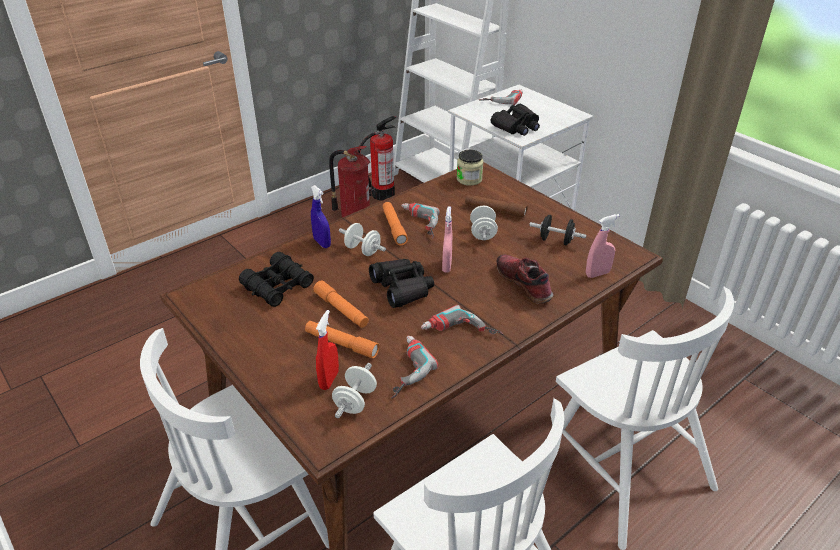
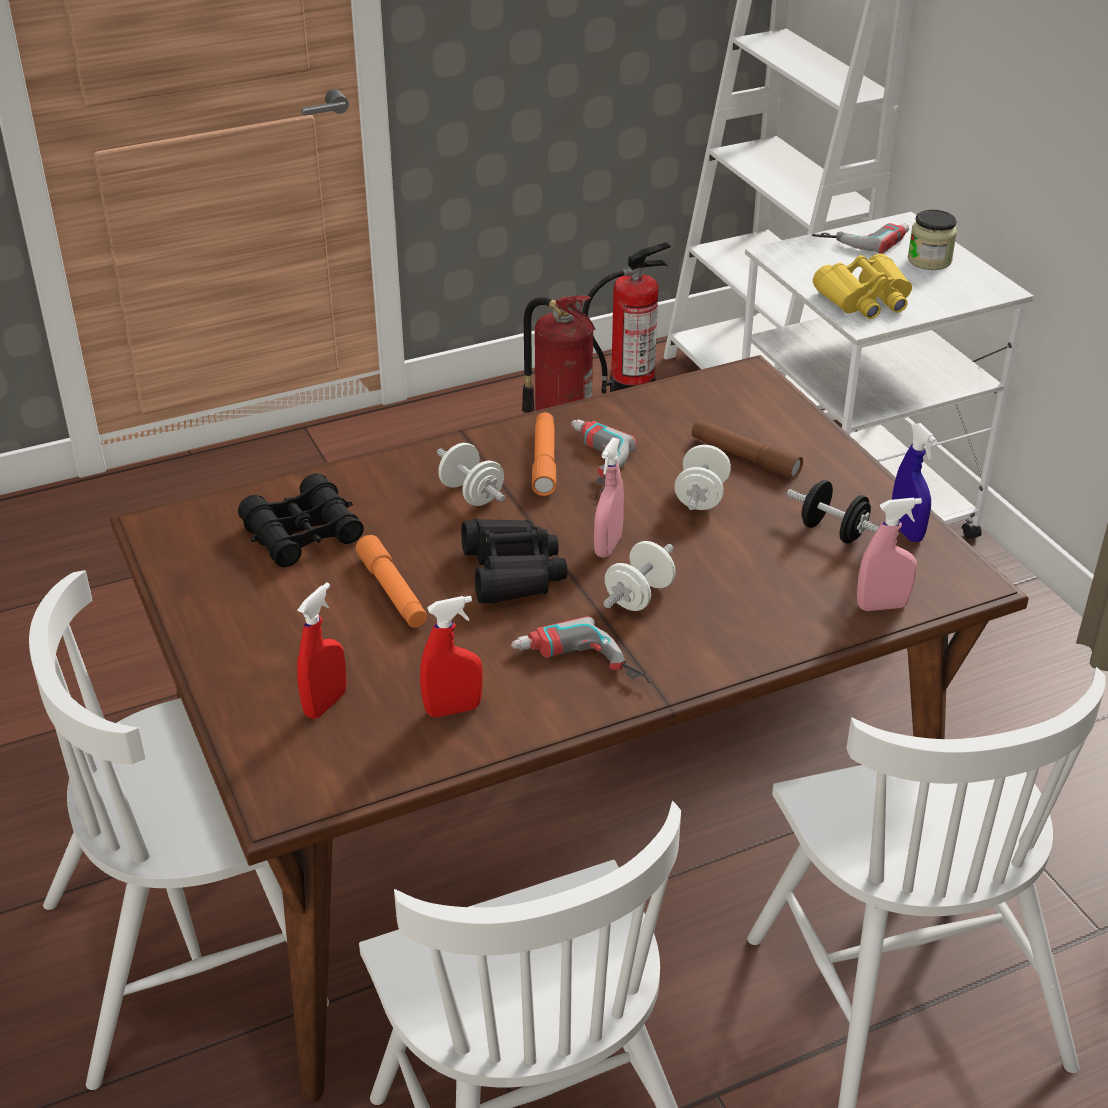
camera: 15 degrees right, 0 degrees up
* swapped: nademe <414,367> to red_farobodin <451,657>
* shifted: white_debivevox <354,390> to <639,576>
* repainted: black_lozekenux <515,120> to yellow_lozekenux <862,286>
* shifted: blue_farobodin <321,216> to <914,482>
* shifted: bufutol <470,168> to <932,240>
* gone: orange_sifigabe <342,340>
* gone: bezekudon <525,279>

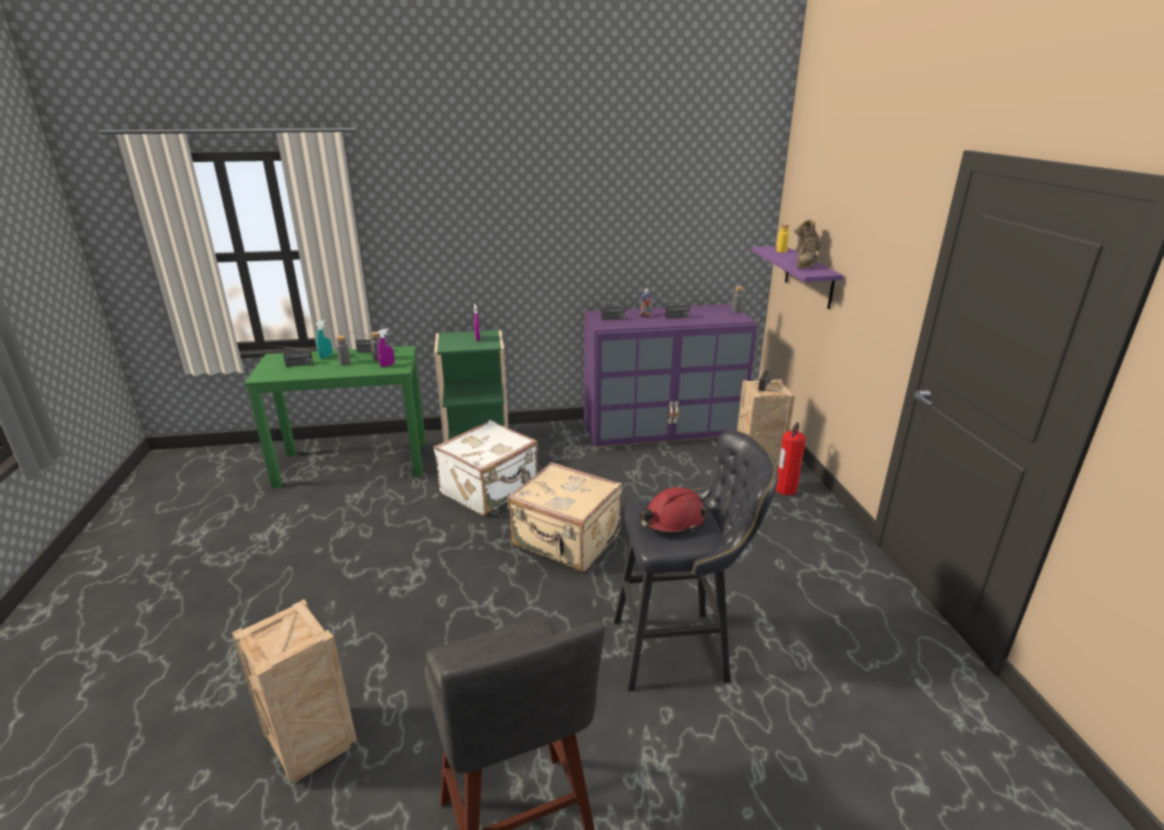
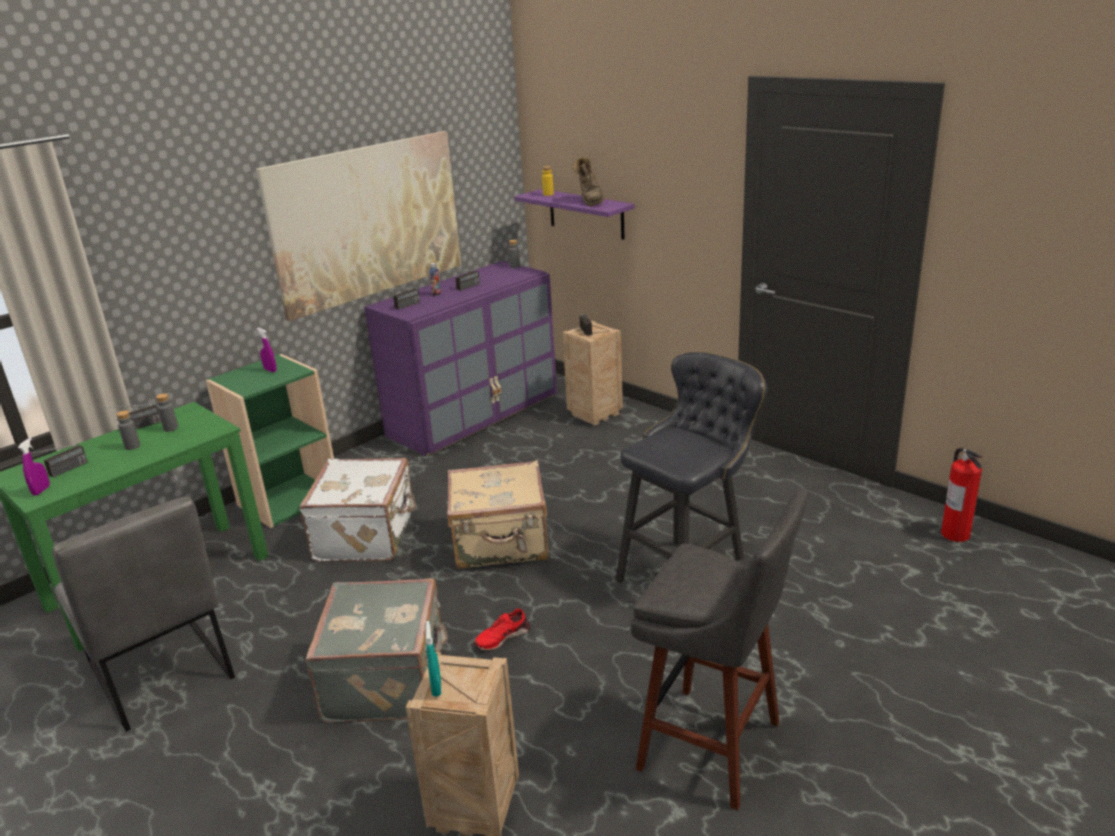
camera: 35 degrees left, 0 degrees up
* shifted: purple_farobodin <386,347> to <34,467>
* new: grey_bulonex <143,614>
* new: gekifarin <358,226>
* new: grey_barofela <376,650>
* shifted: turquoise_farobodin <324,339> to <433,658>
* new: red_bezekudon <502,629>
* shifted: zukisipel <791,459> to <961,494>
* gone: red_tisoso <673,510>

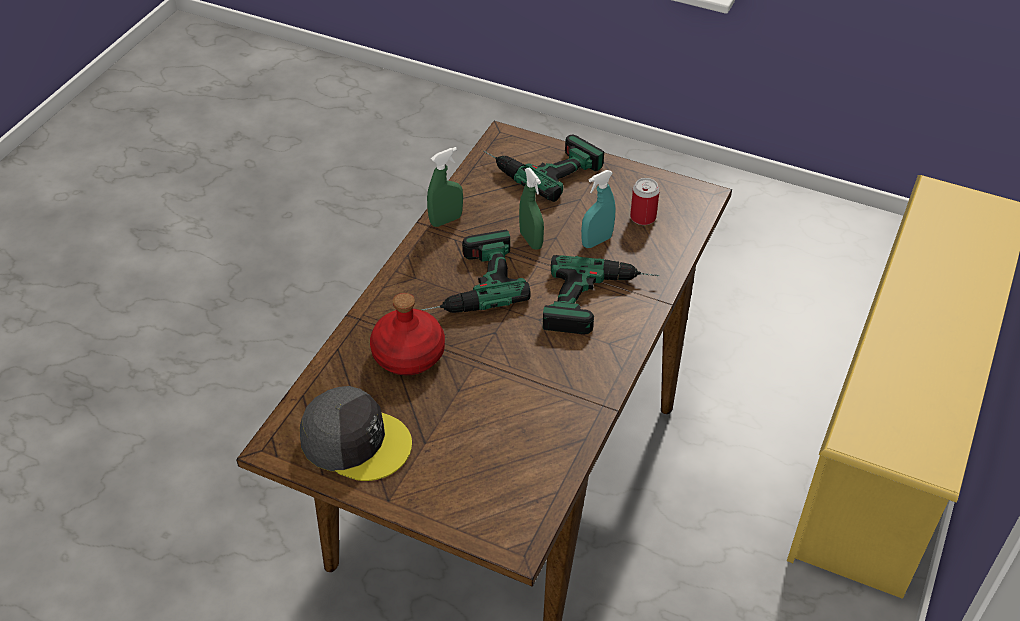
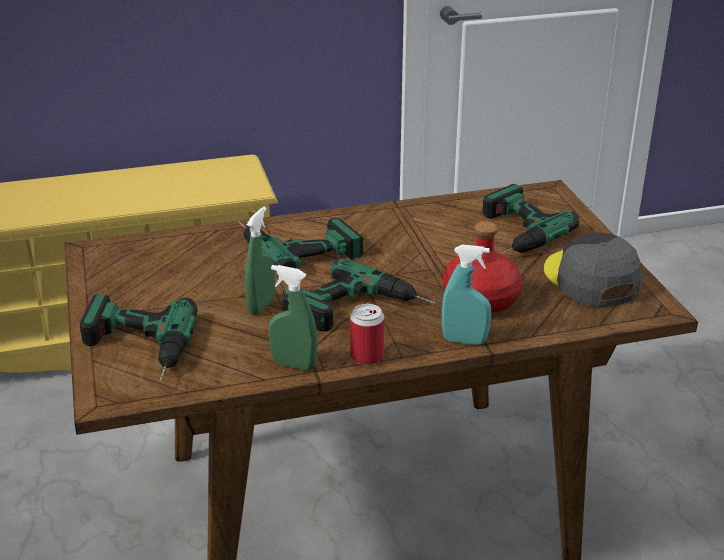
camera: 130 degrees left, 15 degrees down
* shifted: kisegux <645,201> to <367,334>
* shifted: turquoise_farobodin <598,209> to <466,294>
* new: nademe <530,219>

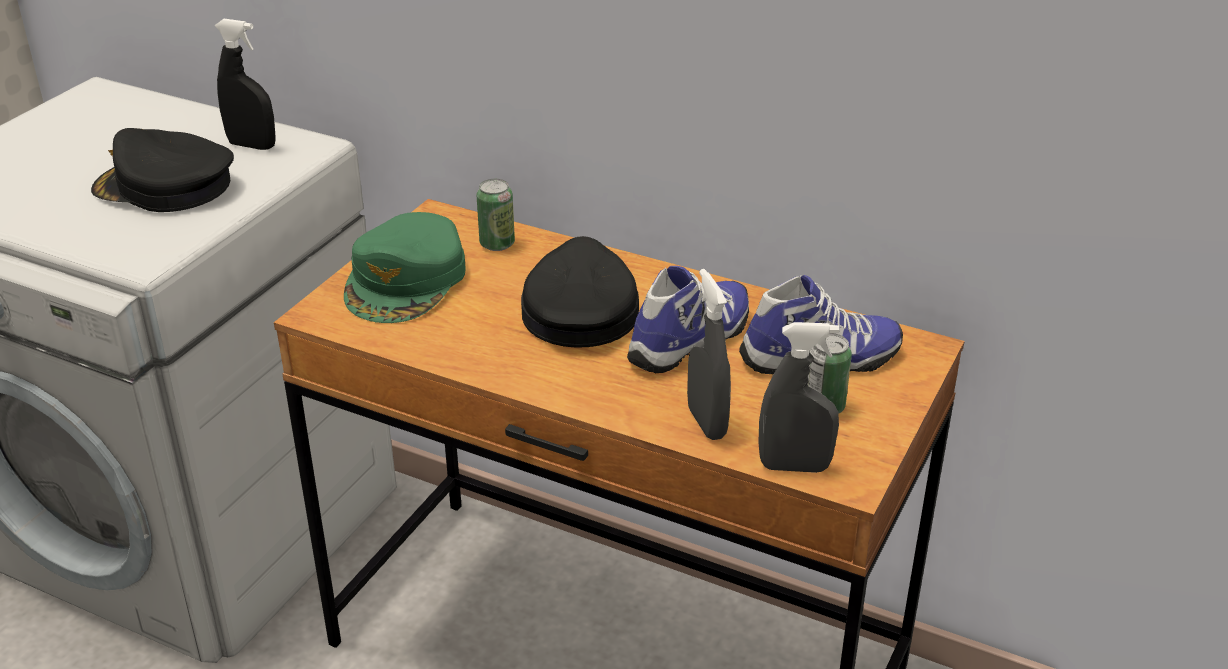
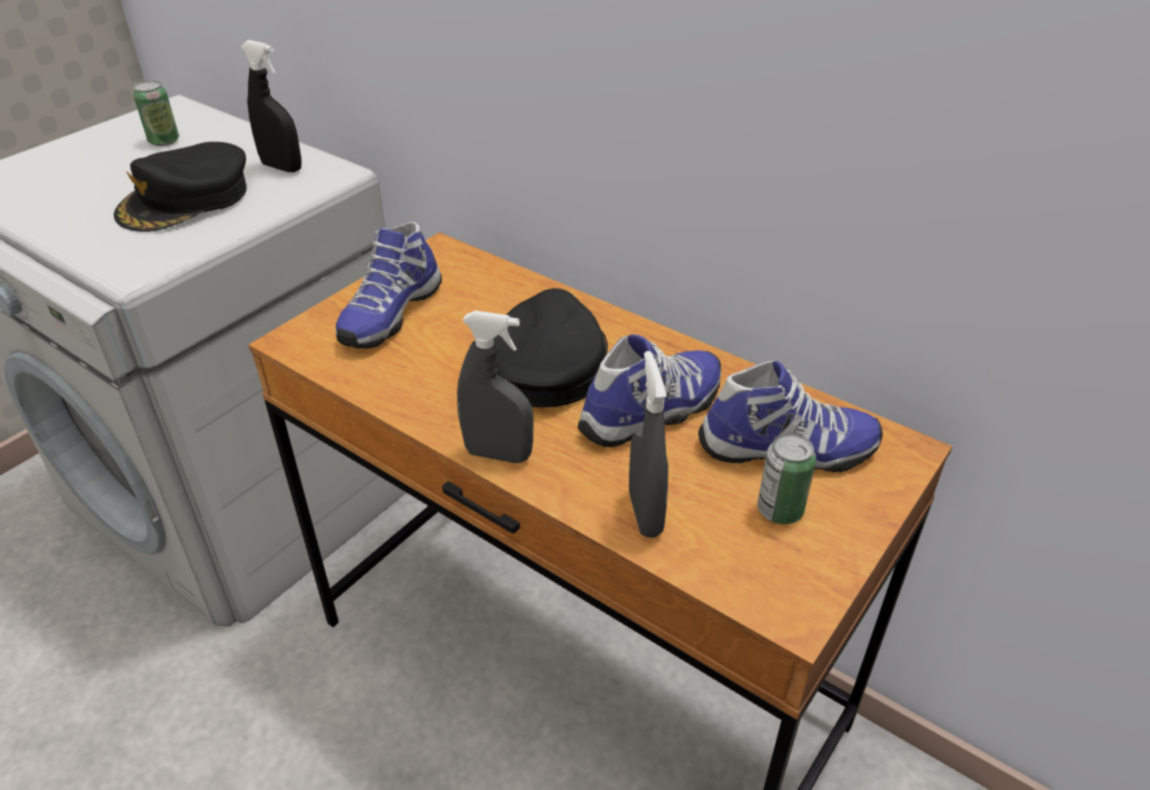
camera: 10 degrees right, 5 degrees up
* rotated: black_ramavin <162,170> = <180,187> 75 degrees counterclockwise
* shifted: kisegux <496,215> to <156,113>
* swapped: green_ramavin <405,267> to bezekudon <389,285>
* shifted: grey_farobodin <798,397> to <495,386>

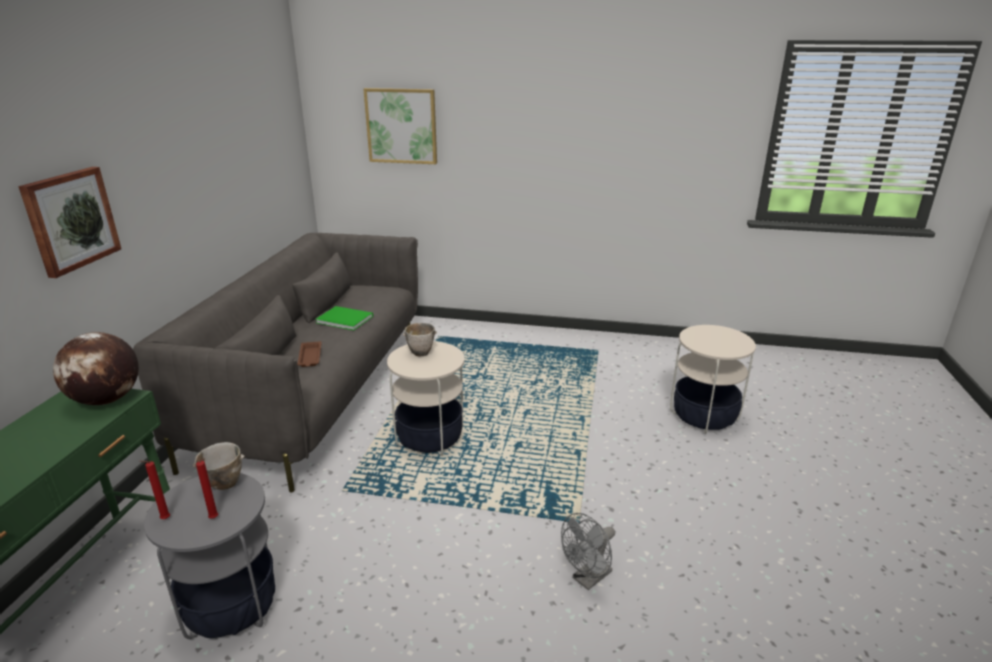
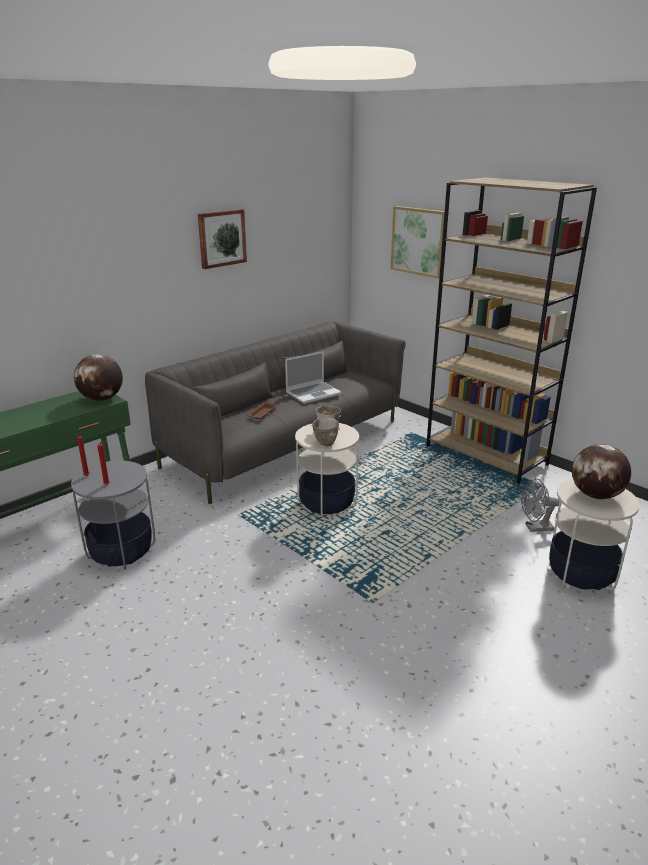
camera: 35 degrees right, 0 degrees up
* shifted: gekifarin <69,222> to <222,239>
* swapped: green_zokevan <344,318> to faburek <313,377>
* shifted: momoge <218,466> to <325,432>
* new: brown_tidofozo <511,330>
* shifted: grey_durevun <588,551> to <541,505>
* new: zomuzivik <601,471>

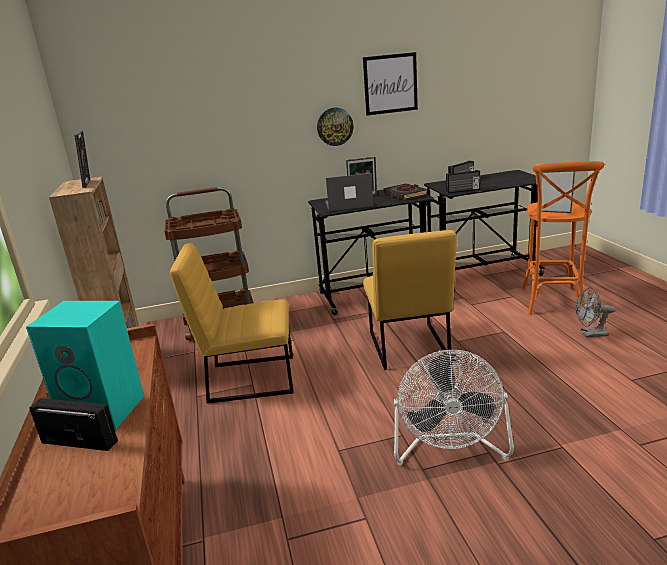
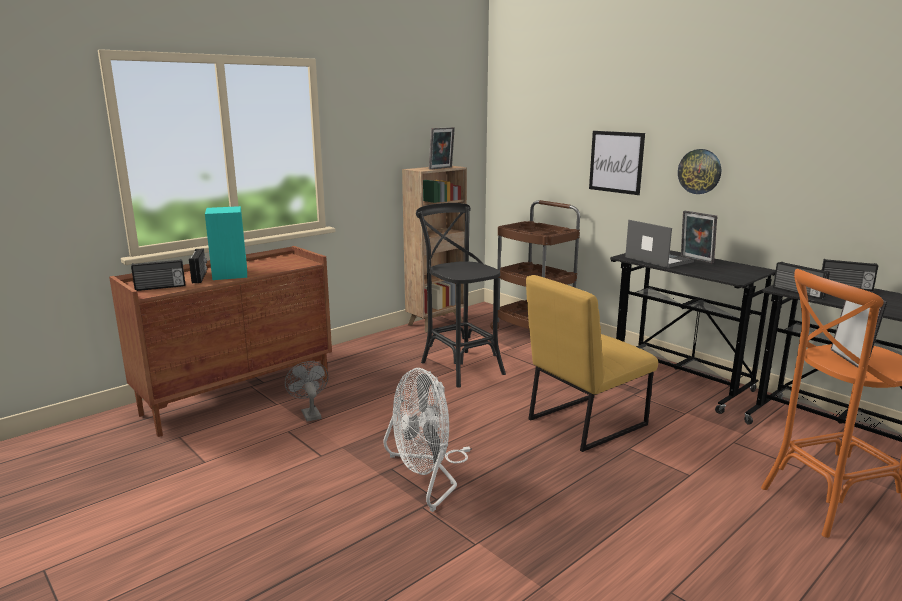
camera: 60 degrees right, 5 degrees down
* new: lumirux <158,275>
* shifted: grey_durevun <595,312> to <306,391>
* swapped: yellow_bulonex <232,323> to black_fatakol <461,295>
* shifted: gekifarin <390,84> to <617,163>
* gone: black_zokevan <405,191>

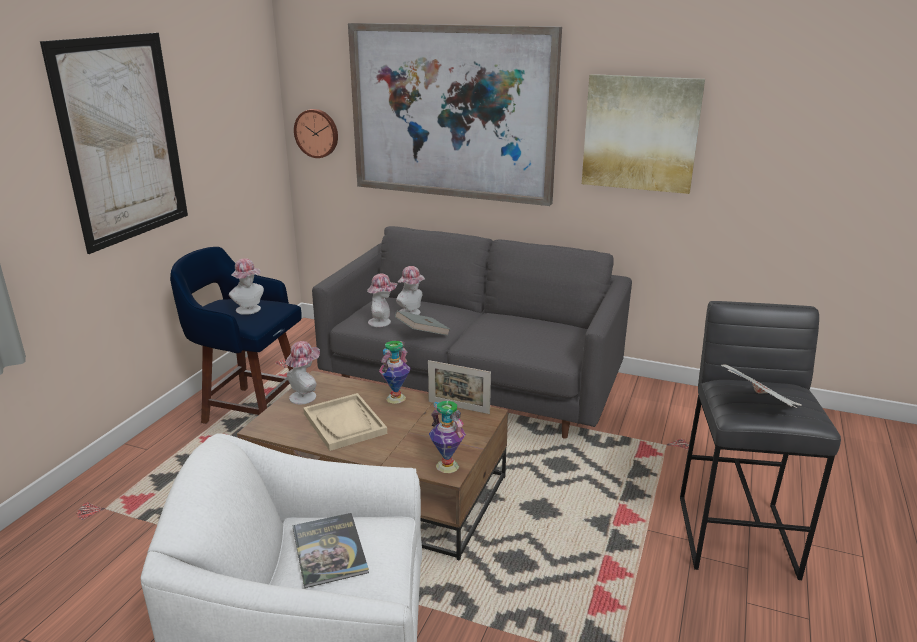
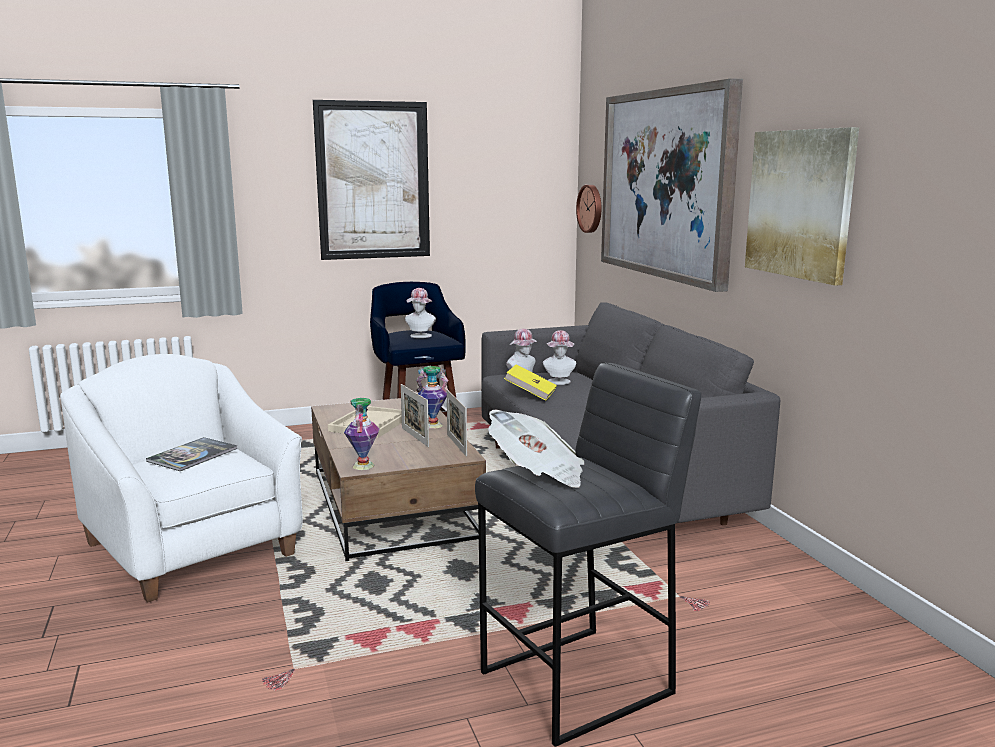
camera: 50 degrees right, 10 degrees down
* new: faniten <415,415>
* repainted: grey_zokevan <422,323> to yellow_zokevan <530,382>
* gone: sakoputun <303,372>

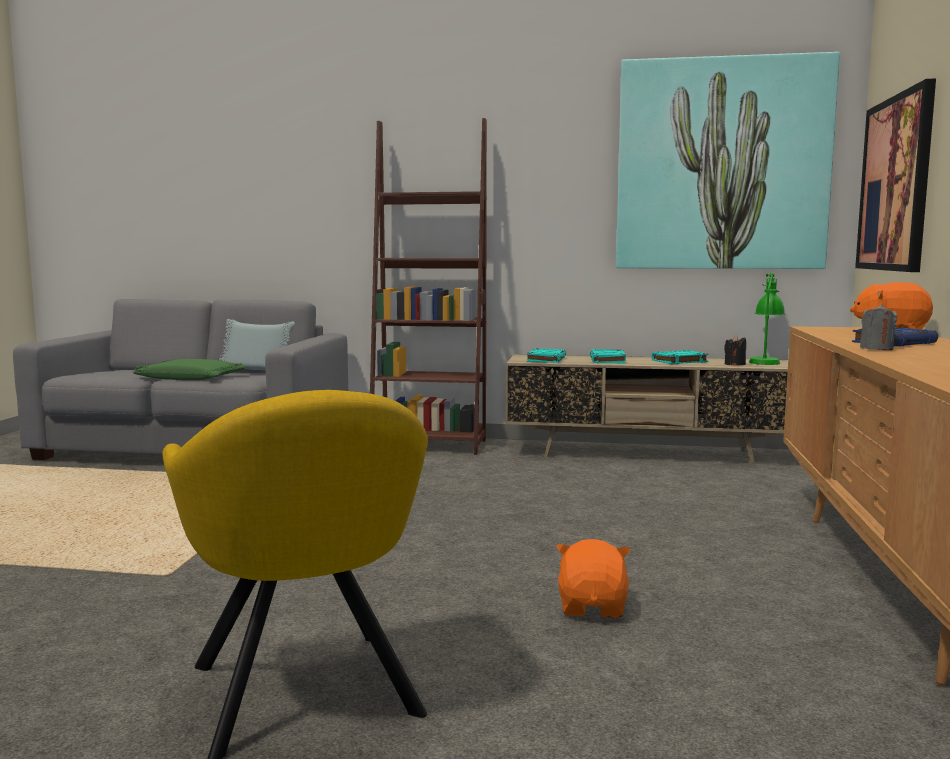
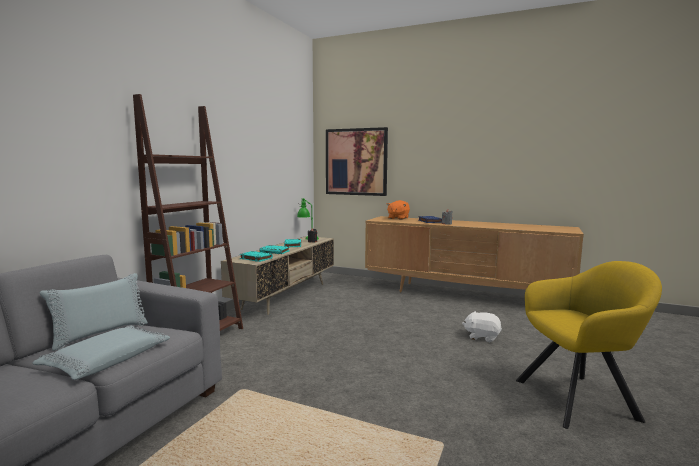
camera: 75 degrees left, 0 degrees up
* repainted: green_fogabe <189,369> to blue_fogabe <101,352>
* repainted: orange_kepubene <593,578> to white_kepubene <482,326>
* gone: gekifarin <728,160>

